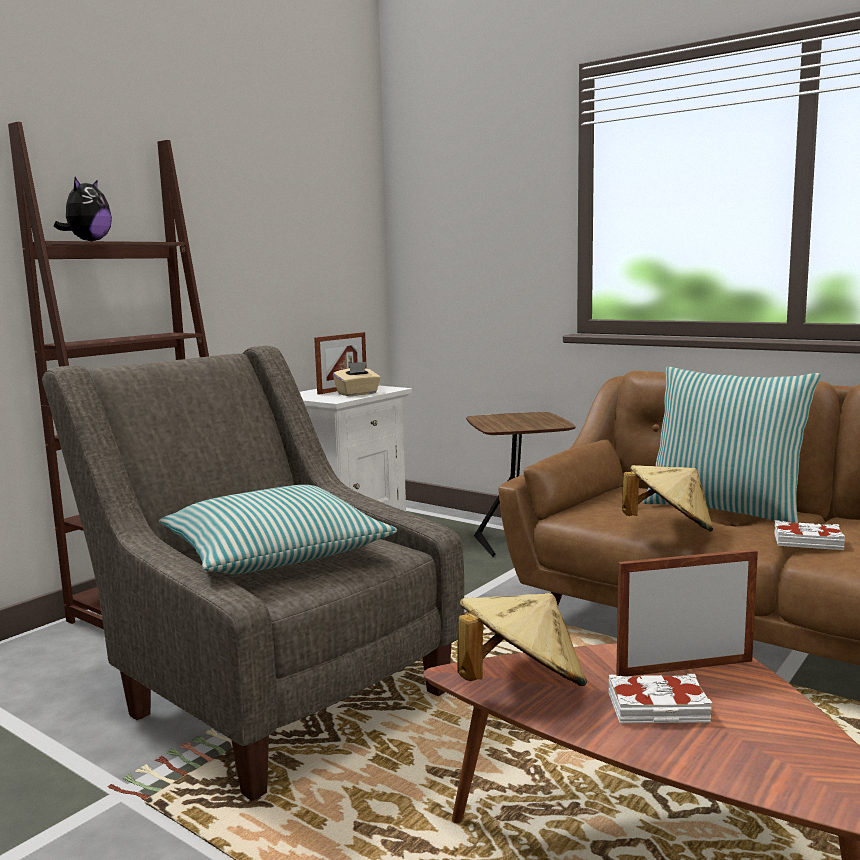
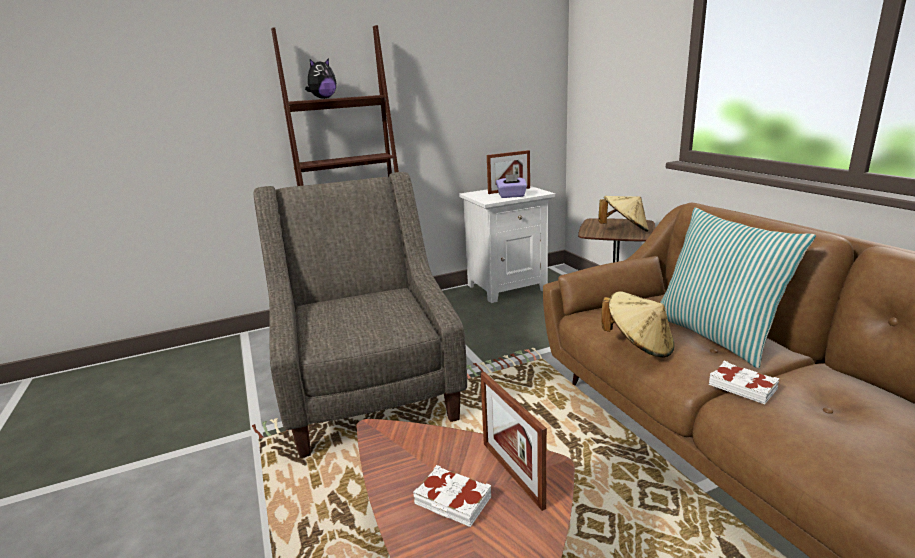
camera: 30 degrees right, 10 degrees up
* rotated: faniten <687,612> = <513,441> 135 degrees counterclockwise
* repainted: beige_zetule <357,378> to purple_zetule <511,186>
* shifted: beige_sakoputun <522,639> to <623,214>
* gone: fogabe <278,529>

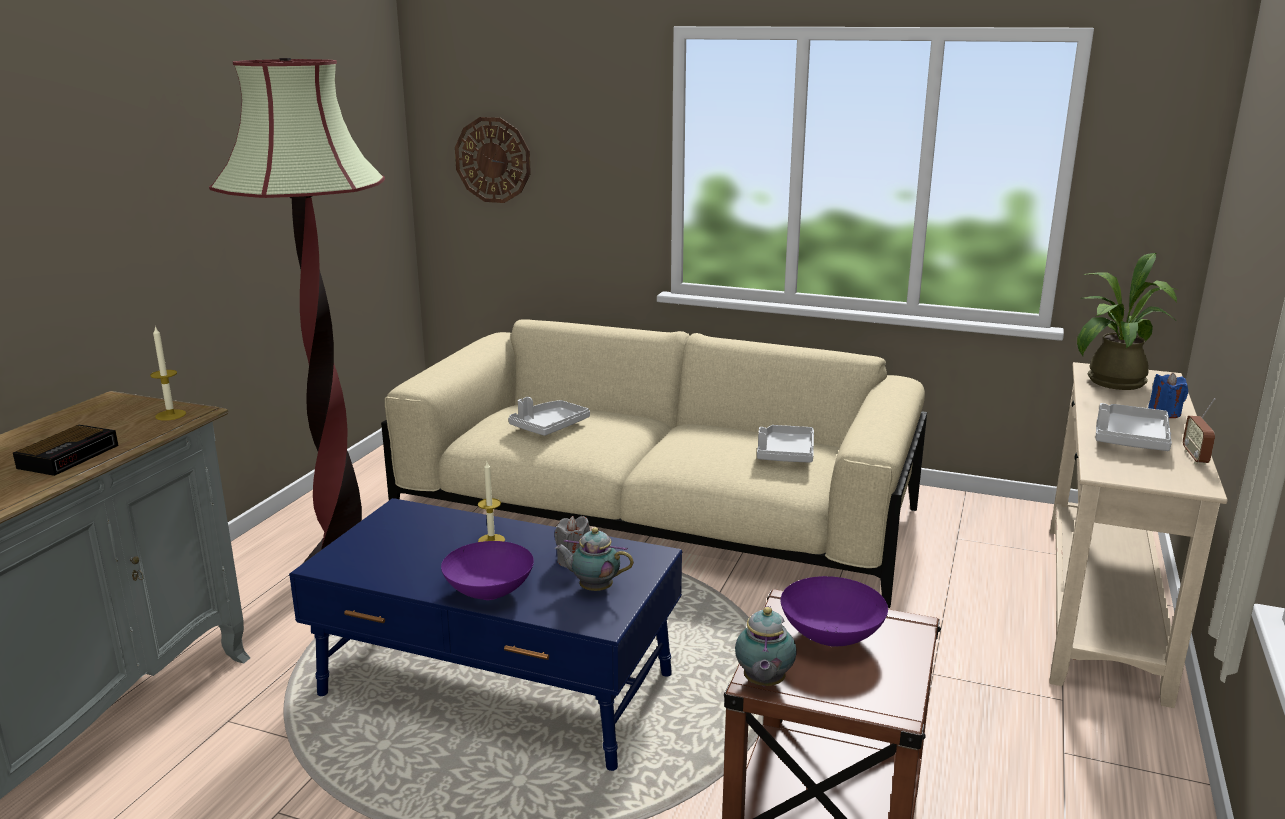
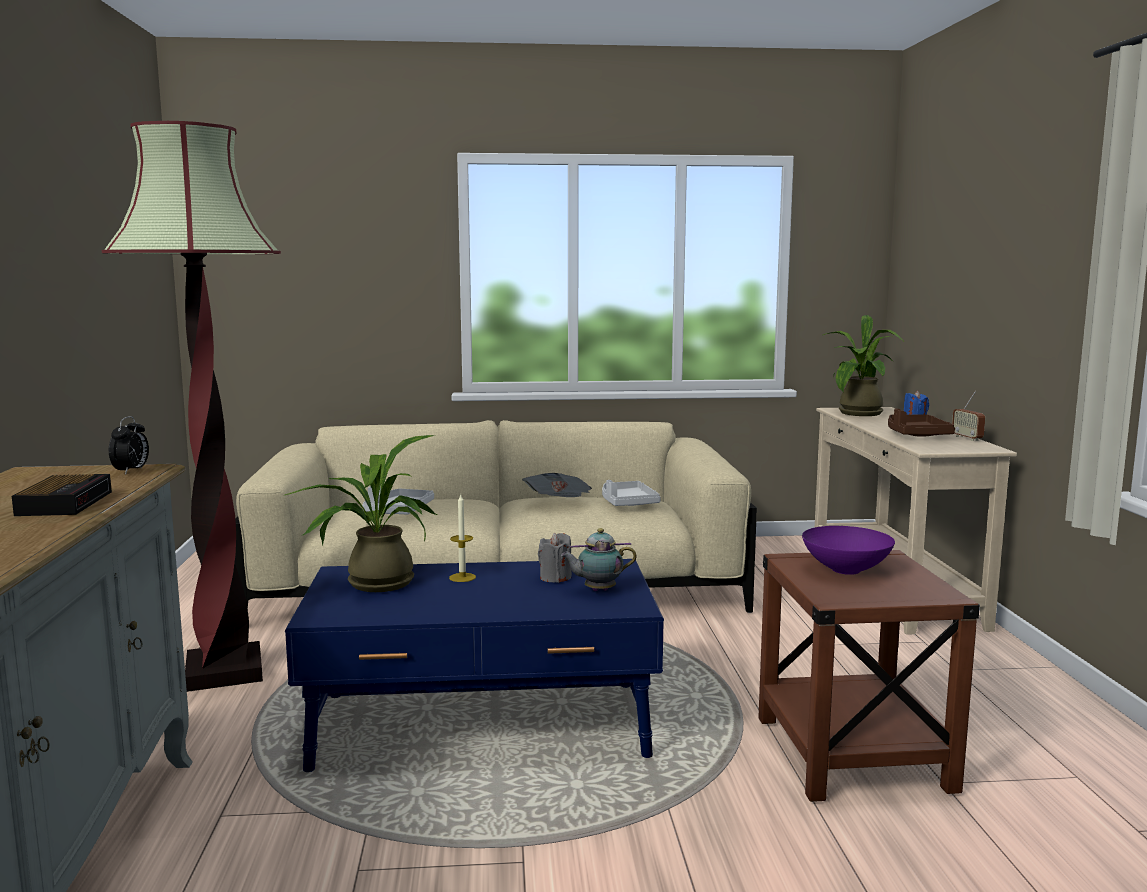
camera: 25 degrees left, 10 degrees down
* swapped: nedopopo <168,373> to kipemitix <129,445>
* new: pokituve <361,513>
* new: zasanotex <557,485>
* repainted: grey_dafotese <1134,427> to brown_dafotese <921,423>
* gone: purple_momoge <487,570>
* gone: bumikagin <493,160>
* gone: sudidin <766,646>

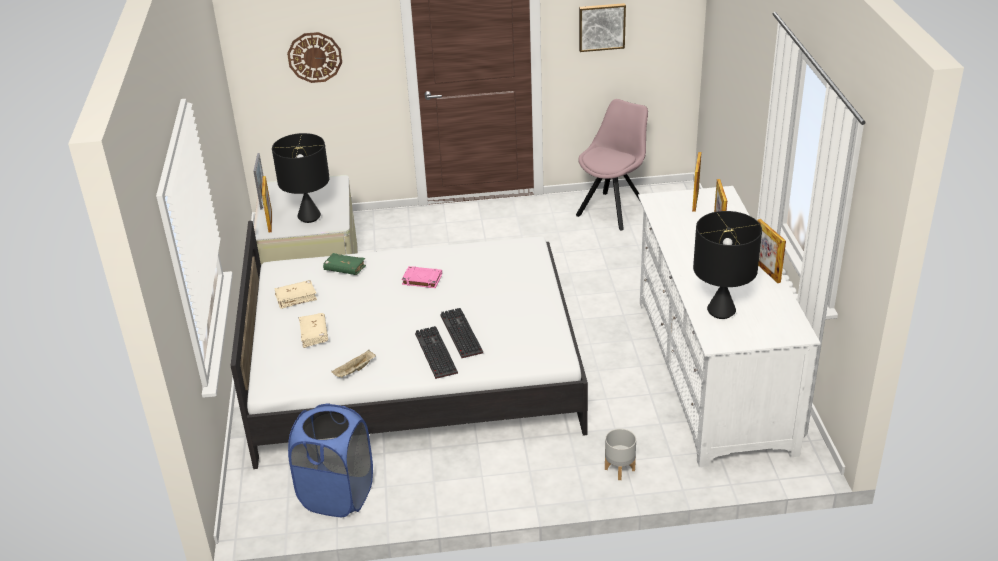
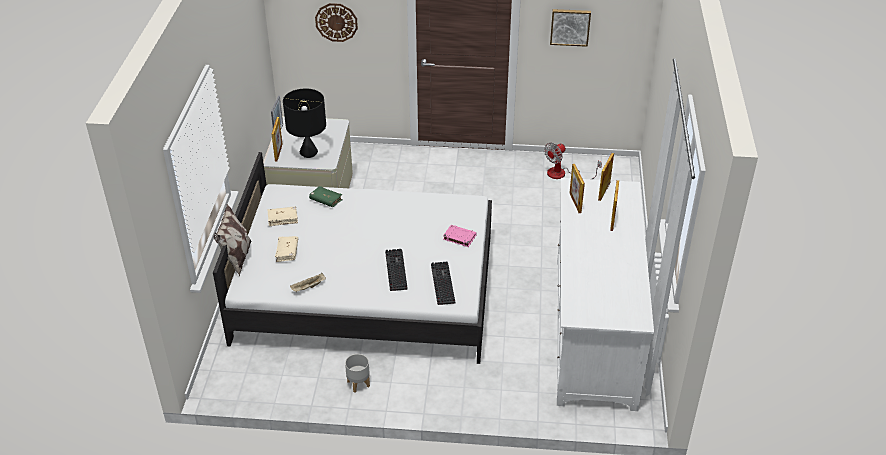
camera: 10 degrees right, 5 degrees up
* new: fogabe <233,240>
* shifted: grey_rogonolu <620,454> to <357,373>
* shifted: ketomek <436,352> to <443,283>
* shifted: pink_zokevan <421,277> to <460,236>
* swapped: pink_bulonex <612,164> to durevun <573,161>
* shifted: faniten <771,251> to <577,188>
* gone: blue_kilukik <330,460>
* gone: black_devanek <727,265>

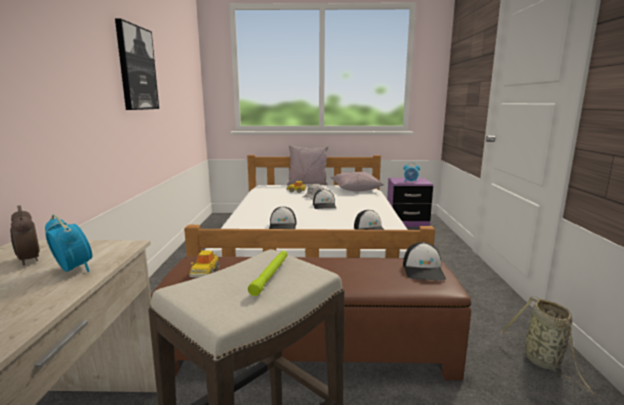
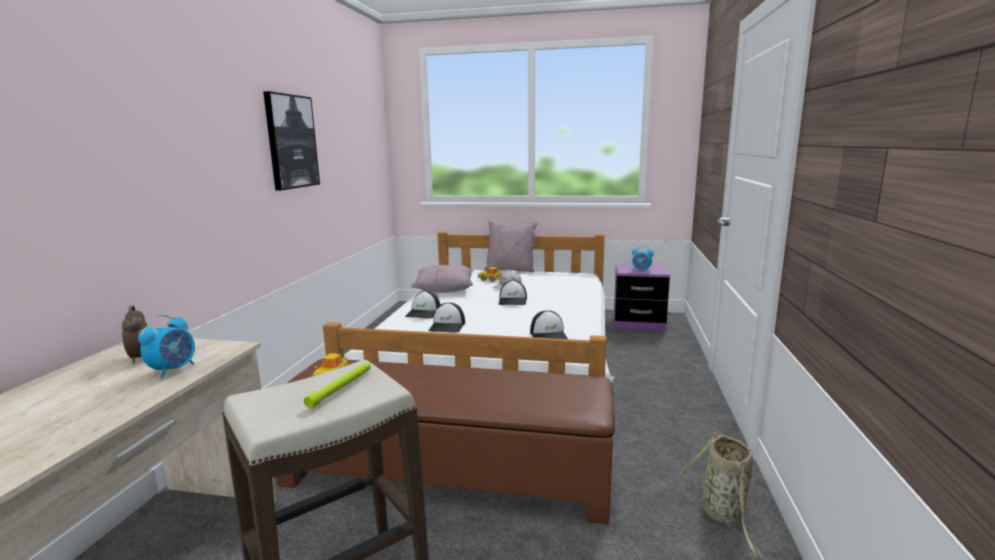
camera: 10 degrees right, 0 degrees up
* rotated: kipemitix <68,243> = <166,347> 60 degrees clockwise
* shifted: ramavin <424,261> to <423,305>
* shifted: purple_fogabe <357,182> to <442,279>

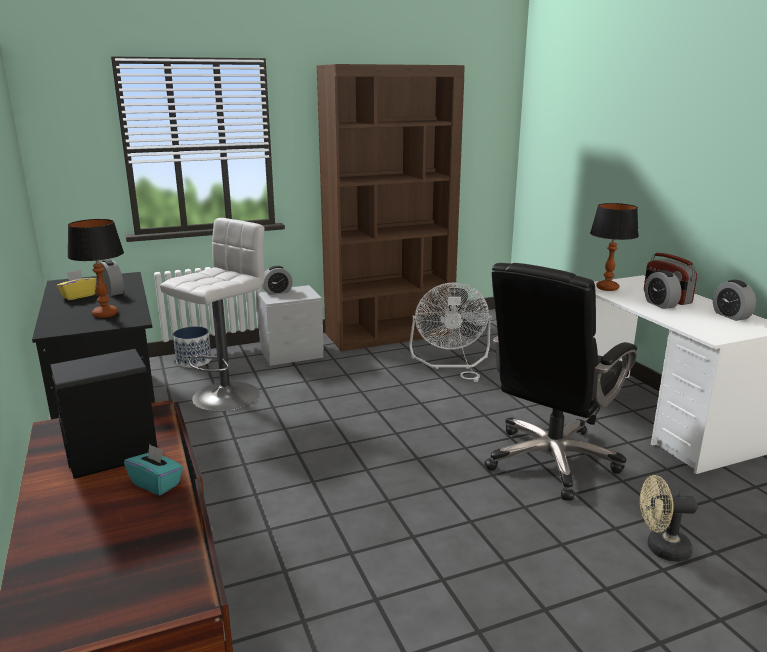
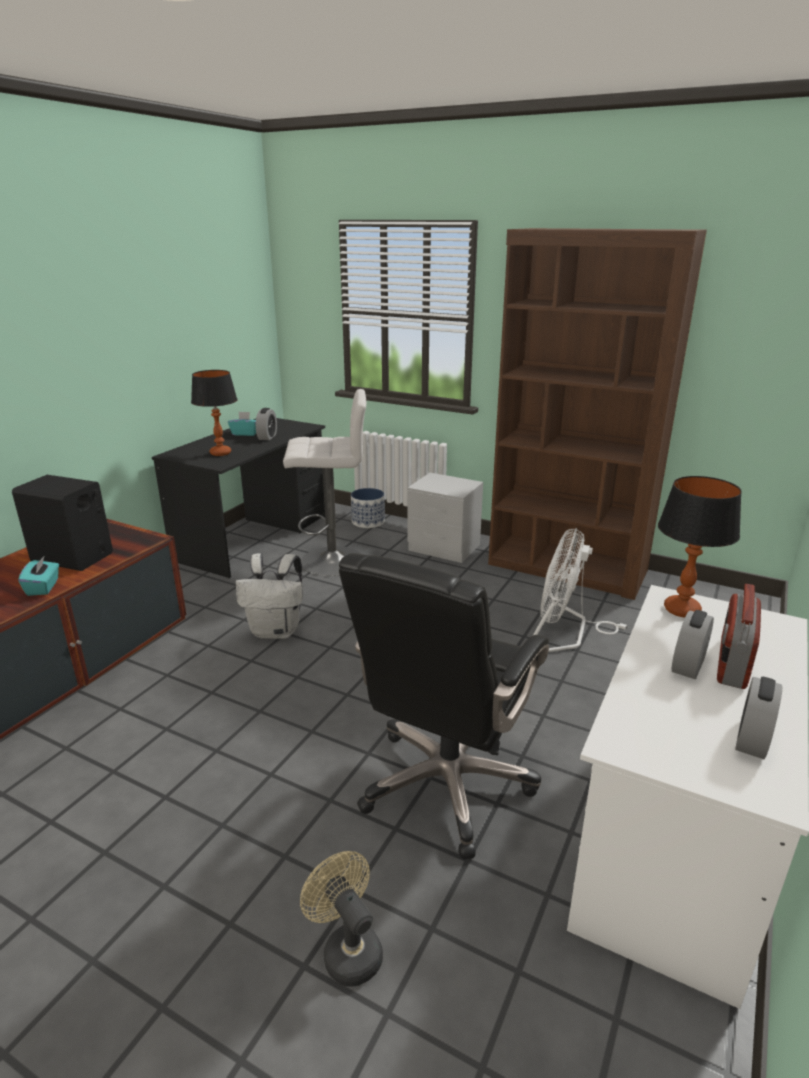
camera: 50 degrees right, 5 degrees up
* repainted: yellow_zetule <76,285> to turquoise_zetule <242,424>
* new: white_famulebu <269,596>
* rotated: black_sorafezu <560,381> = <444,706> 60 degrees counterclockwise
* rotated: white_durevun <450,332> = <580,590> 120 degrees counterclockwise
* gone: kipemitix <277,280>

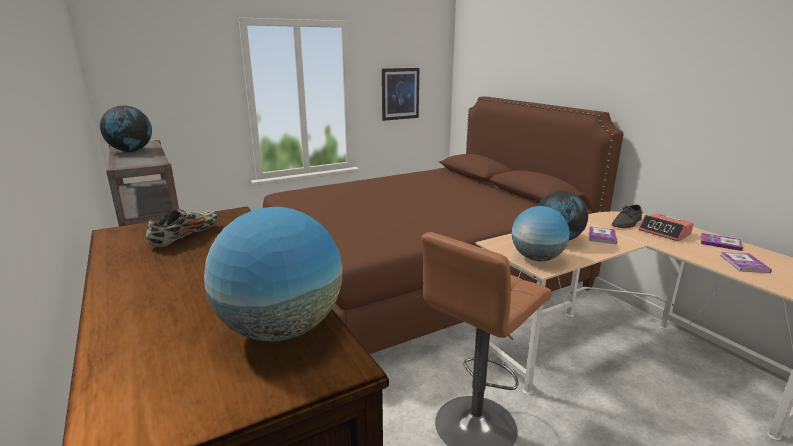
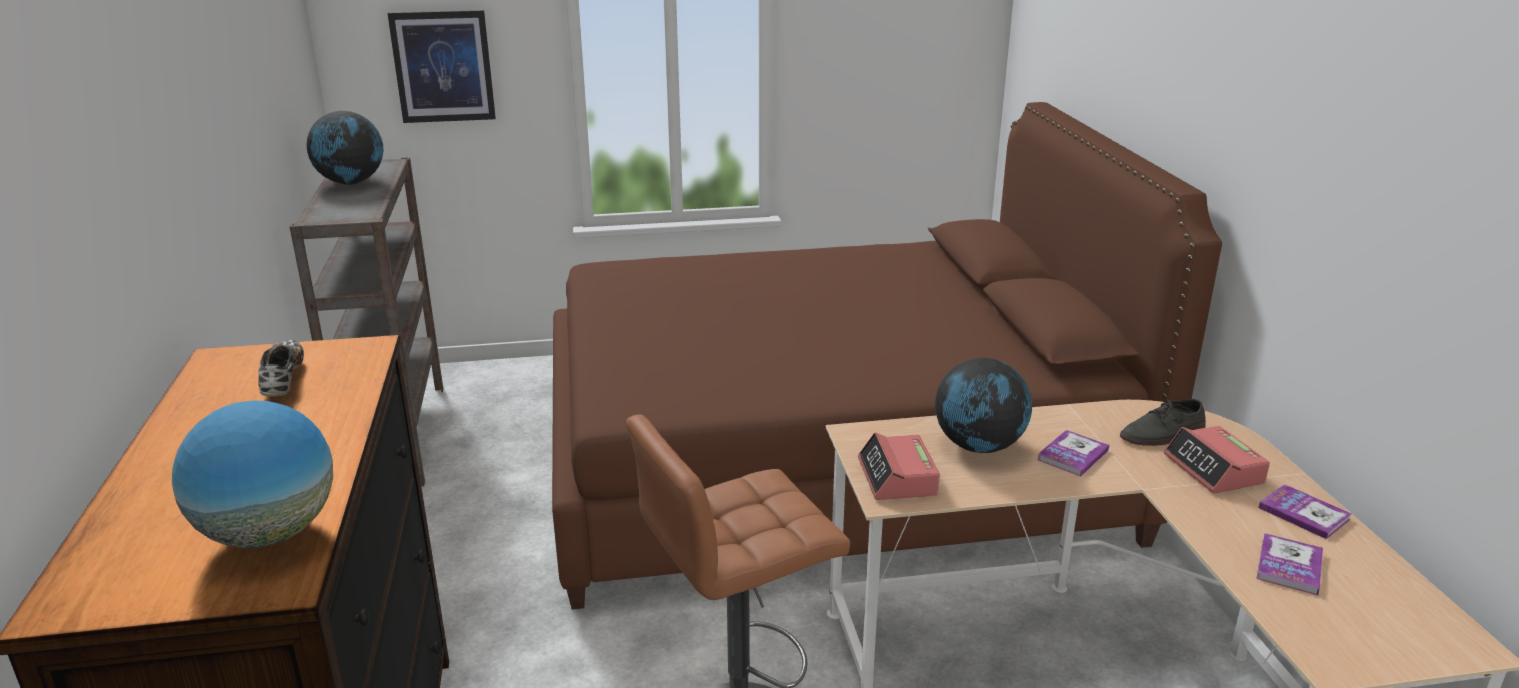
camera: 20 degrees right, 5 degrees up
* rotated: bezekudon <182,227> = <281,368> 60 degrees counterclockwise
* shifted: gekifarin <400,94> to <441,66>
* swapped: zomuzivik <541,233> to kipemitix <899,466>

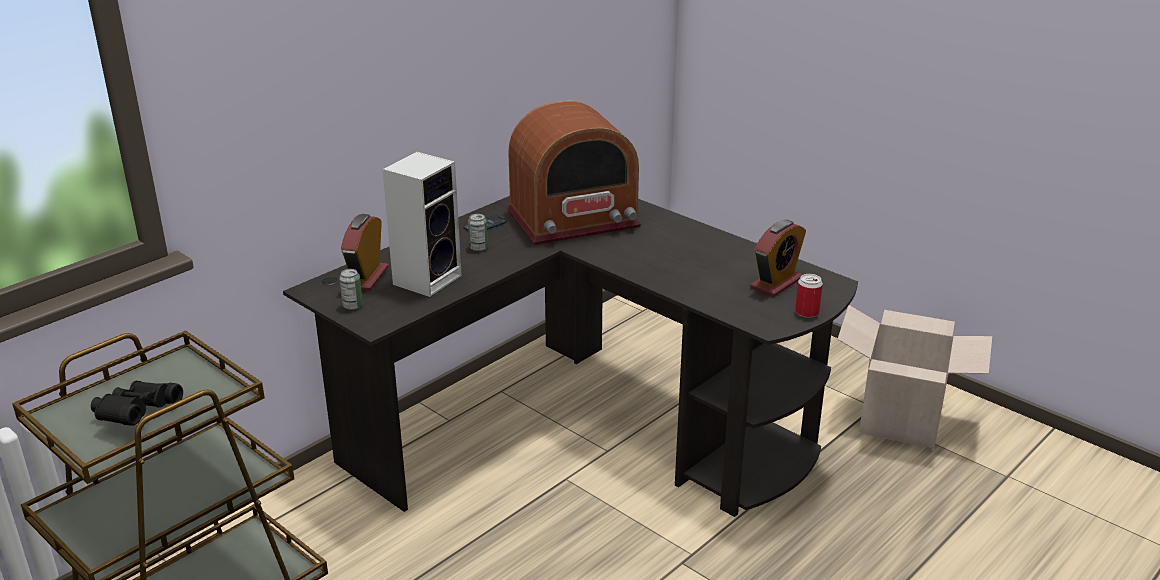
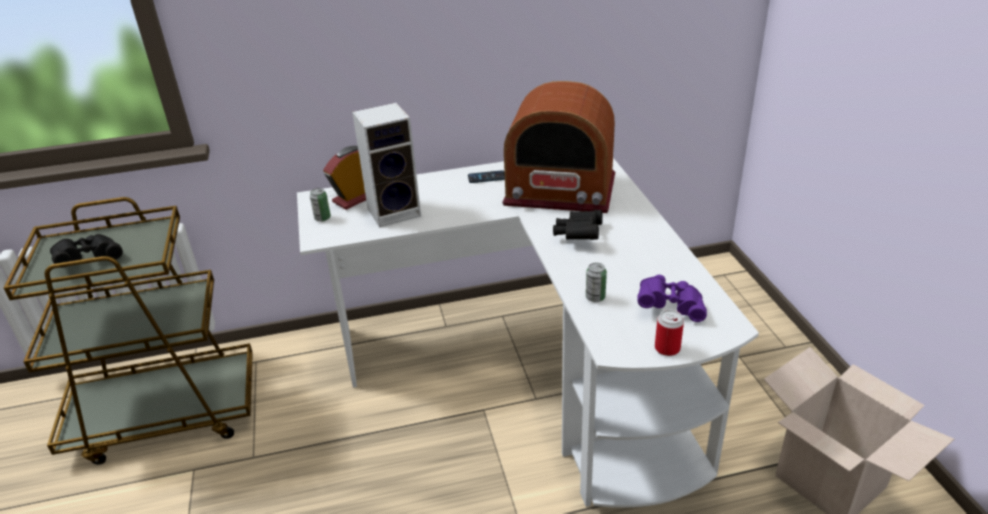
camera: 35 degrees right, 5 degrees up
* repainted: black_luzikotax <570,356> to white_luzikotax <528,333>
* new: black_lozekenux <578,225>
* shifted: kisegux <478,232> to <596,282>
* swapped: kipemitix <778,258> to purple_lozekenux <672,298>

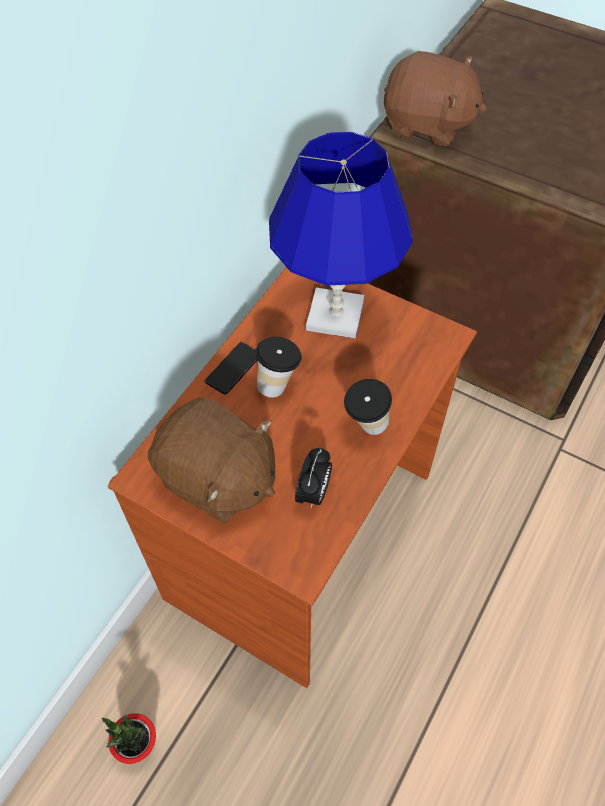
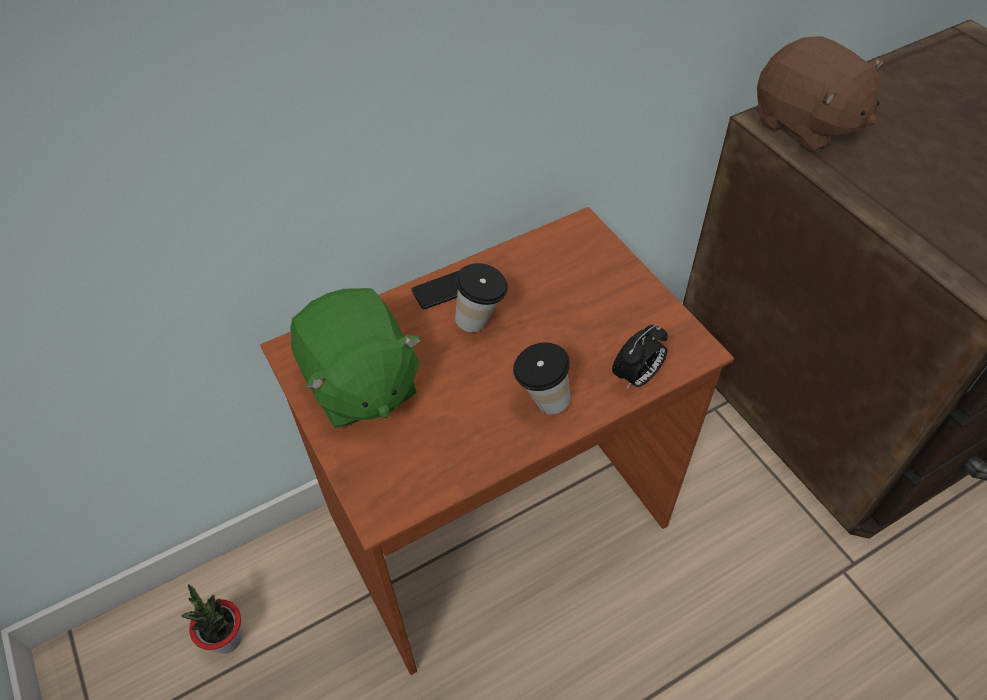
camera: 30 degrees right, 5 degrees down
* repainted: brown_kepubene <211,460> to green_kepubene <355,358>
* shifted: kipemitix <313,478> to <640,357>
* gone: blue_devanek <341,235>

